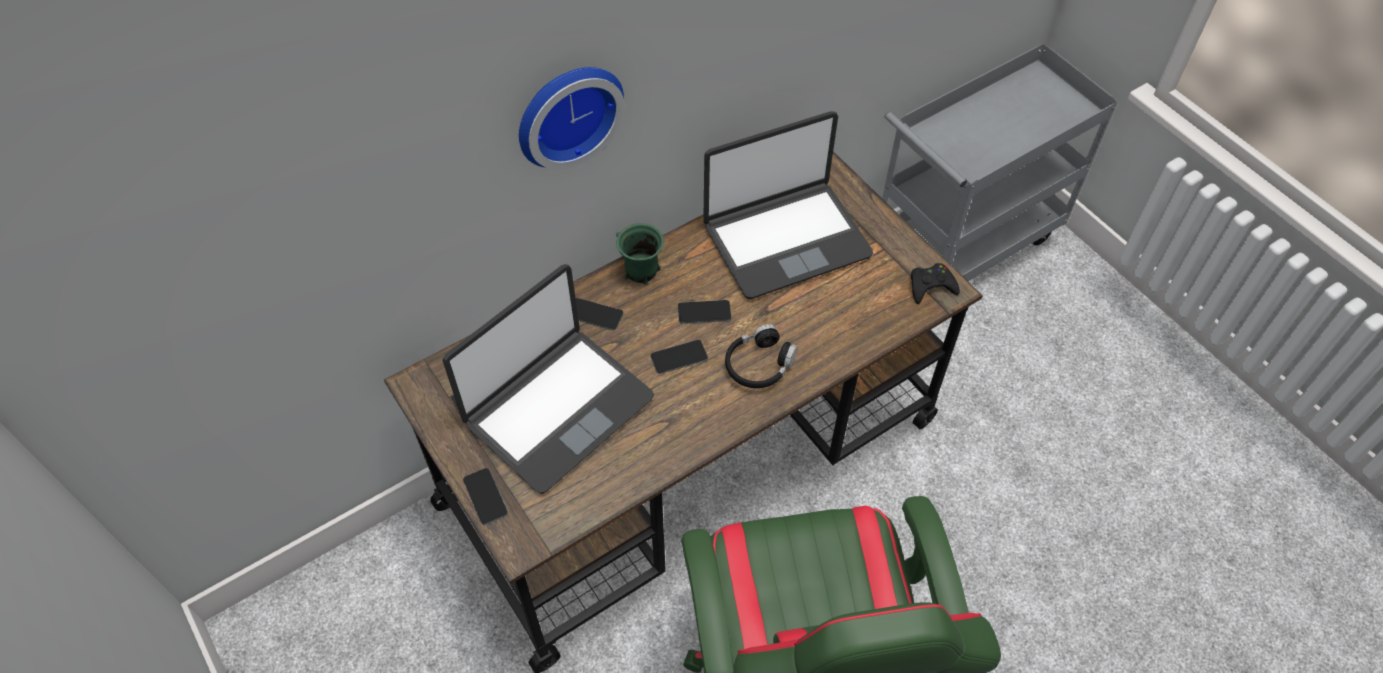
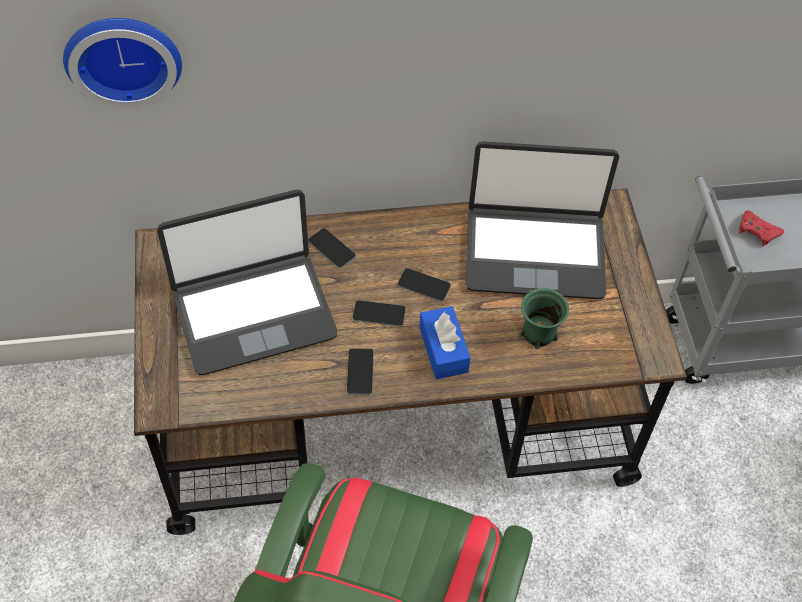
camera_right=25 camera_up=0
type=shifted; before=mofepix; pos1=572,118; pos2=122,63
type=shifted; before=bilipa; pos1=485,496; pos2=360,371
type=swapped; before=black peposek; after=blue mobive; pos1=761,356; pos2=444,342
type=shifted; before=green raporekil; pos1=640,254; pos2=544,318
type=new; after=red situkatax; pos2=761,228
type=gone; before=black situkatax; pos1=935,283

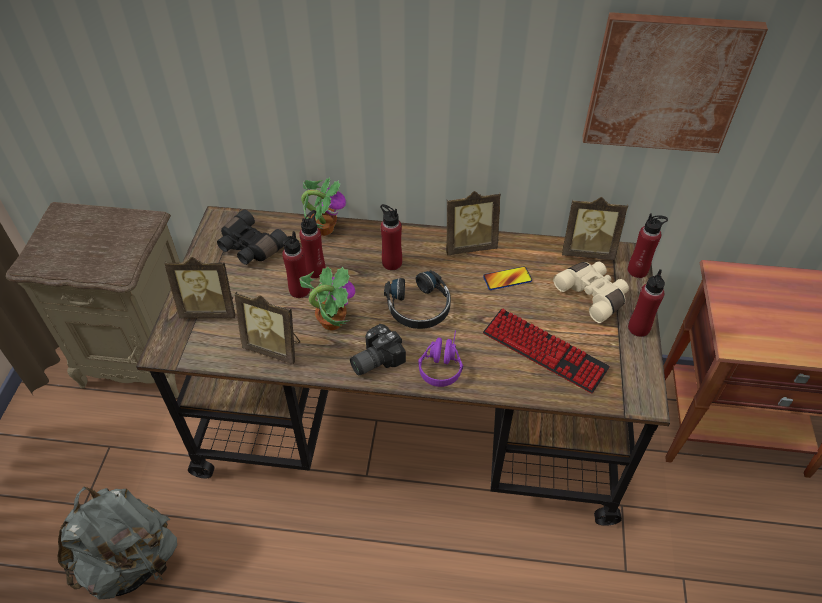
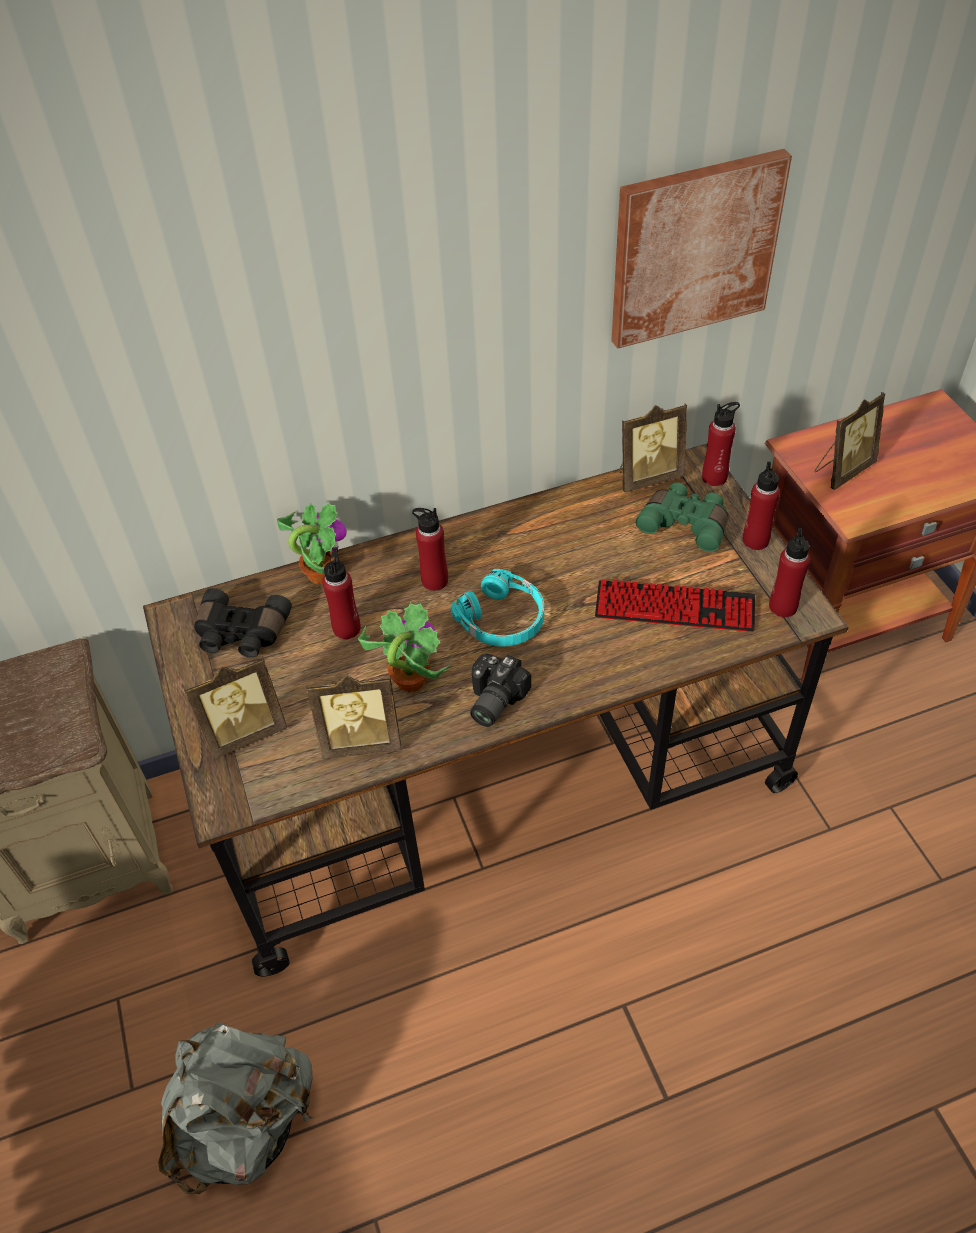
camera_right=-25 camera_up=0
type=repainted; before=black peposek; after=turquoise peposek; pos1=417,299; pos2=497,608
type=repainted; before=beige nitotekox; after=green nitotekox; pos1=591,292; pos2=682,517
type=shifted; before=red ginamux; pos1=296,264; pos2=789,572
type=shifted; before=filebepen; pos1=474,223; pos2=849,441
type=gone; before=purple peposek; pos1=440,359
type=gone; before=bilipa; pos1=507,278

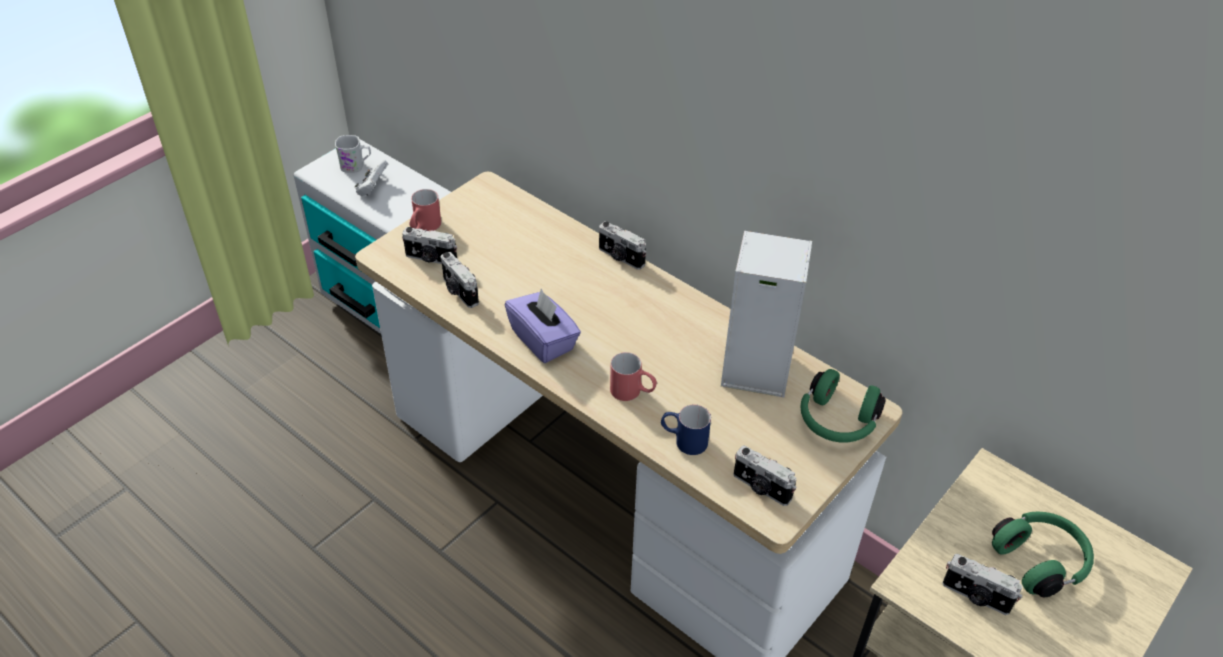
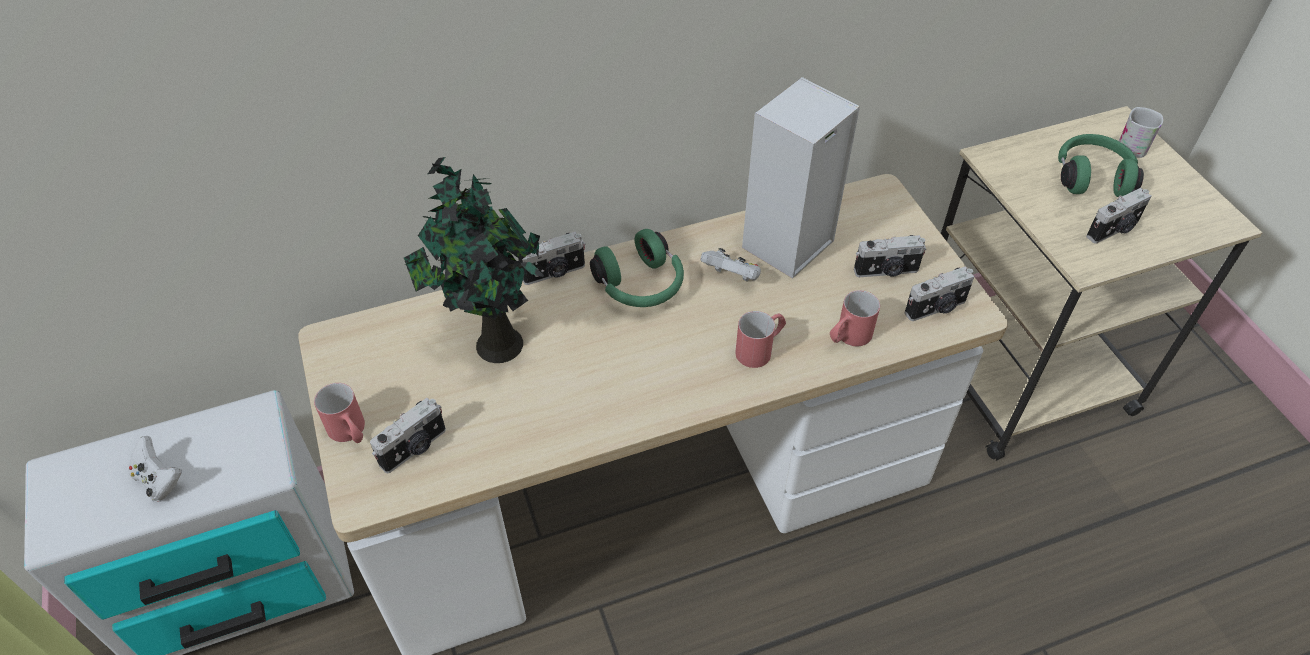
camera_right=-60 camera_up=5
type=new; after=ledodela; pos2=474,260
type=shifted; before=green peposek; pos1=843,406; pos2=637,268
type=new; after=white situkatax; pos2=730,265
type=repainted; before=blue raporekil; after=red raporekil; pos1=686,430; pos2=855,318
type=shifted; before=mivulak; pos1=460,280; pos2=890,256
type=shifted; before=white raporekil; pos1=353,154; pos2=1141,132
type=gone; before=purple mobive; pos1=543,326

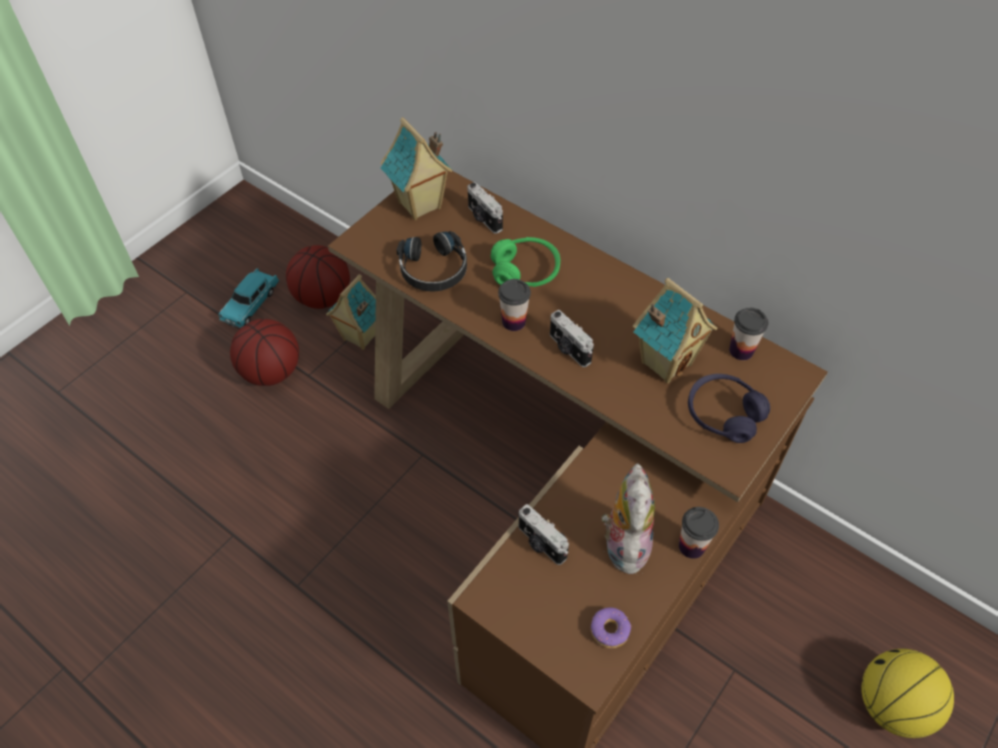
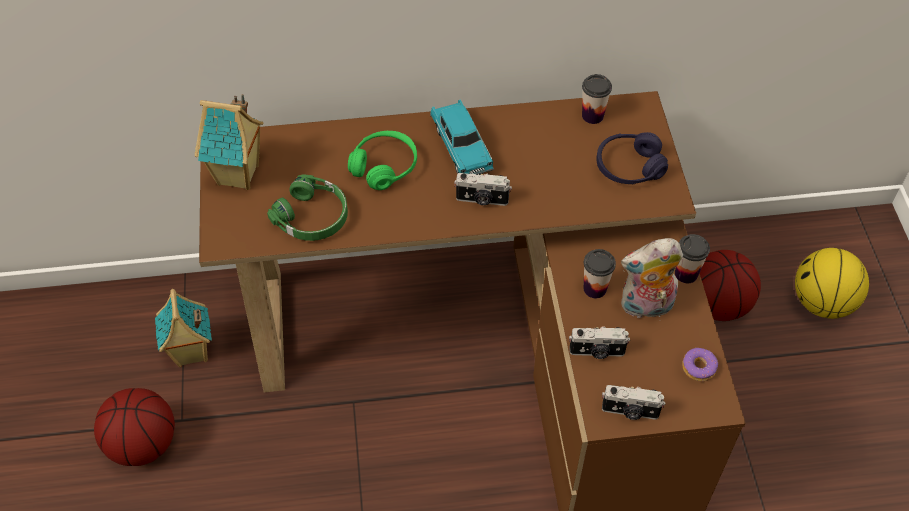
camera_right=-45 camera_up=0
type=repainted; before=black peposek; after=green peposek; pos1=432,261; pos2=307,208
type=shifted; before=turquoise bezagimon; pos1=249,298; pos2=462,137
type=shifted; before=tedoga; pos1=514,305; pos2=599,273
type=shifted; before=mivulak; pos1=485,208; pos2=633,402
type=rotated; before=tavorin; pos1=628,520; pos2=652,278; turn=-60
type=shifted; before=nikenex; pos1=318,277; pos2=730,285
type=gone; before=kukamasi; pos1=675,330

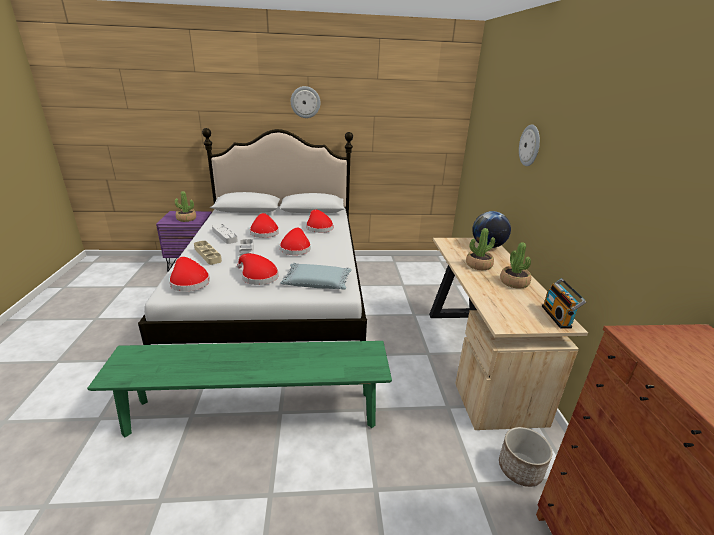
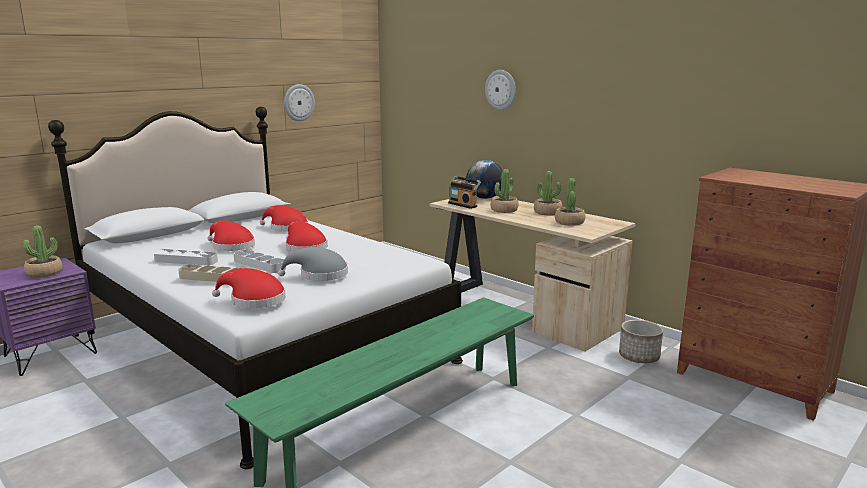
camera_right=-40 camera_up=-10
type=repainted; before=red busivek; after=grey busivek; pos1=258,269; pos2=313,264
type=shifted; before=mofepix; pos1=305,102; pos2=299,102
type=shifted; before=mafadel; pos1=564,303; pos2=464,192
type=new; after=ledodela; pos2=570,202
type=gone; before=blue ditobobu; pos1=316,276

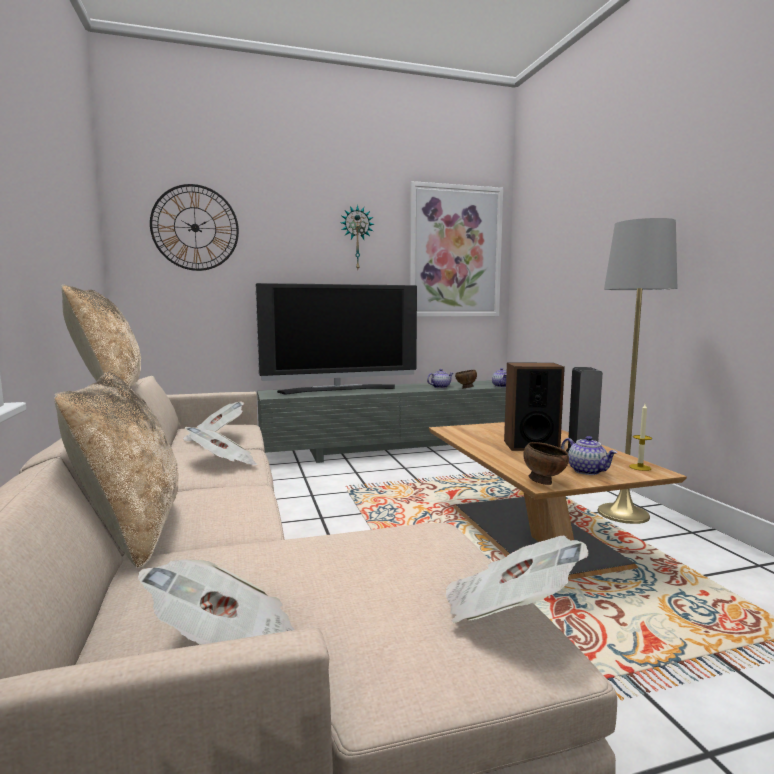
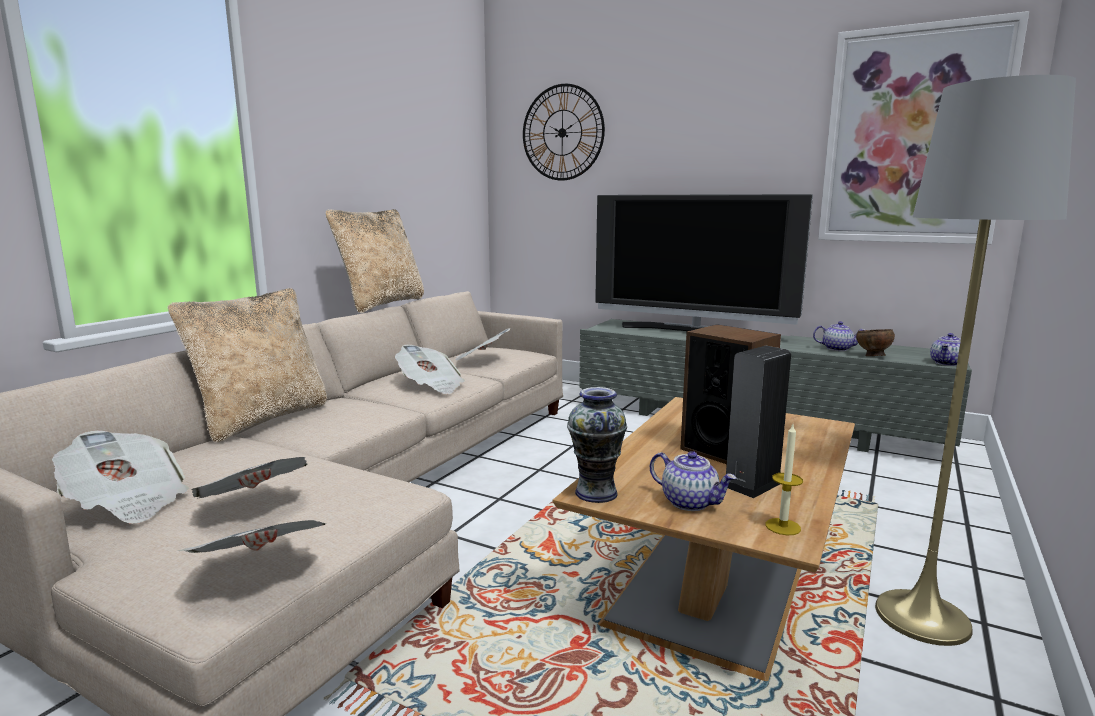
camera_right=45 camera_up=5
type=new; after=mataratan; pos2=249,477
type=swapped; before=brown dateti; after=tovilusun; pos1=546,463; pos2=597,445
type=rotated; before=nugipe; pos1=589,455; pos2=693,481; turn=-60
type=gone; before=mofepix; pos1=357,237

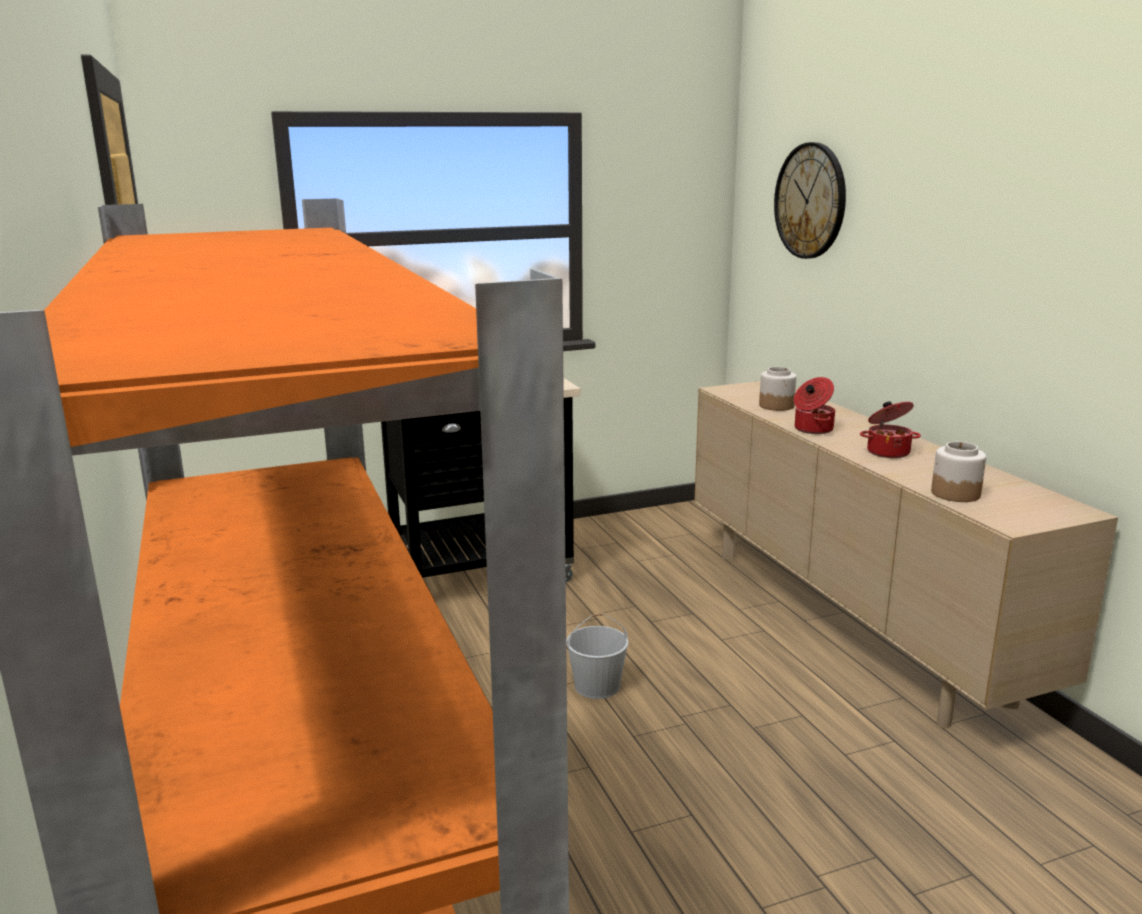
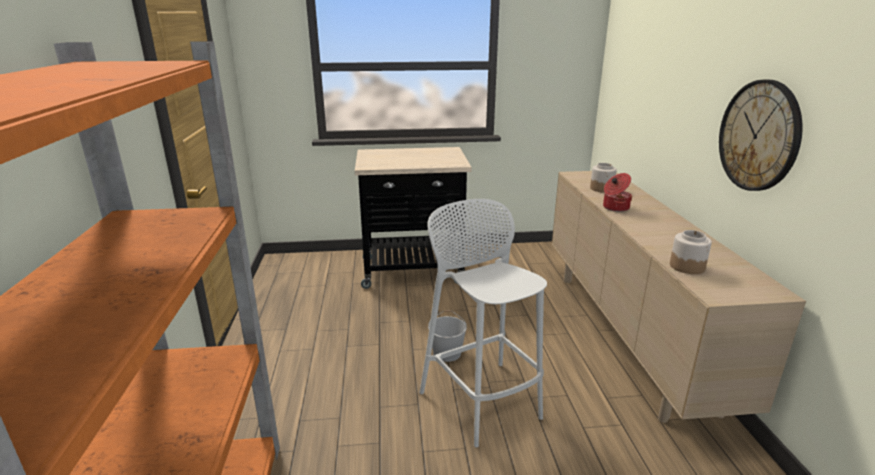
camera_right=15 camera_up=5
type=new; after=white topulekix; pos2=483,323
type=shifted; before=mofepix; pos1=810,200; pos2=761,135
type=gone; before=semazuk; pos1=890,429

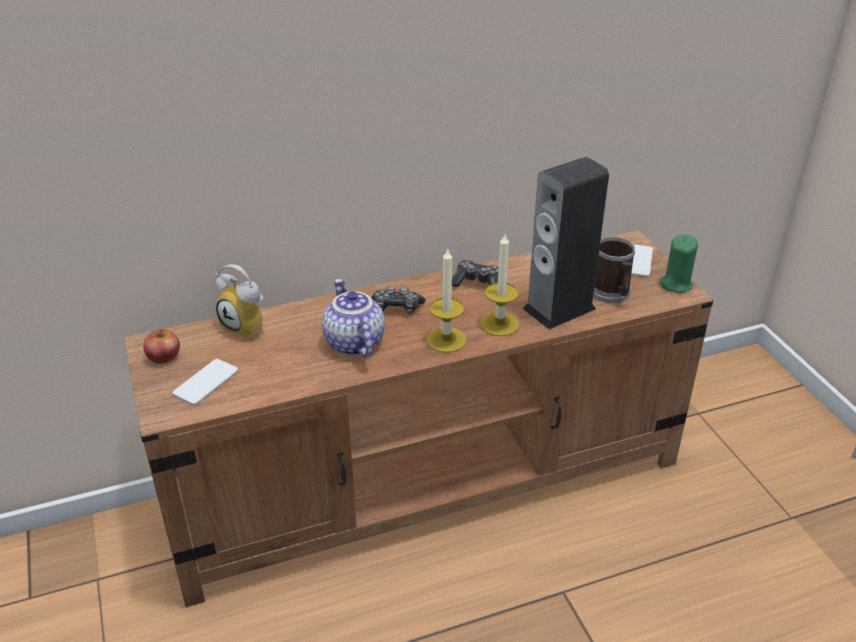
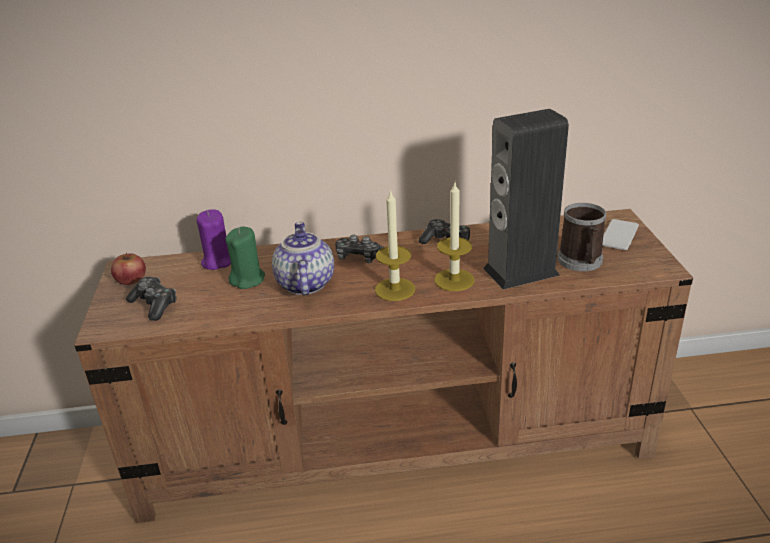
camera_right=15 camera_up=-5
type=swapped; before=bilipa; after=situkatax; pos1=205,382; pos2=151,299
type=swapped; before=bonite; after=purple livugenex; pos1=239,302; pos2=213,239
type=shifted; before=green livugenex; pos1=679,263; pos2=245,257

